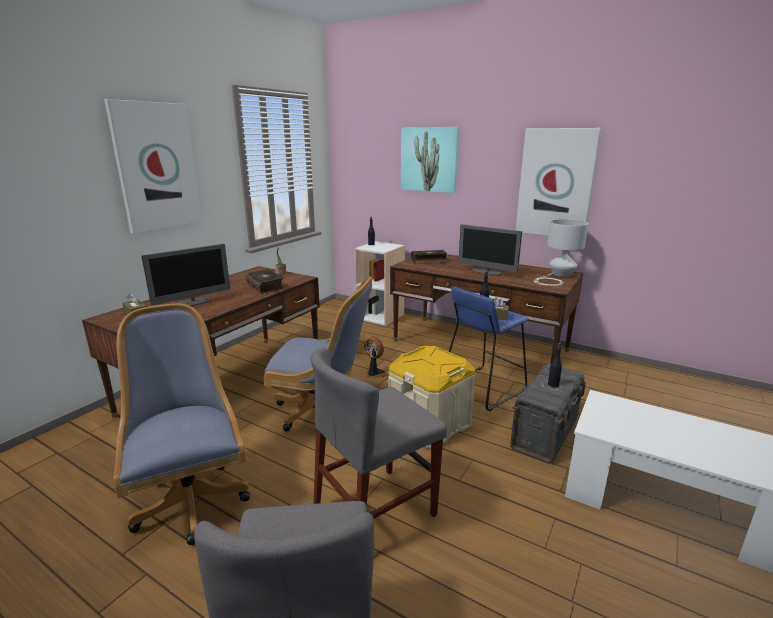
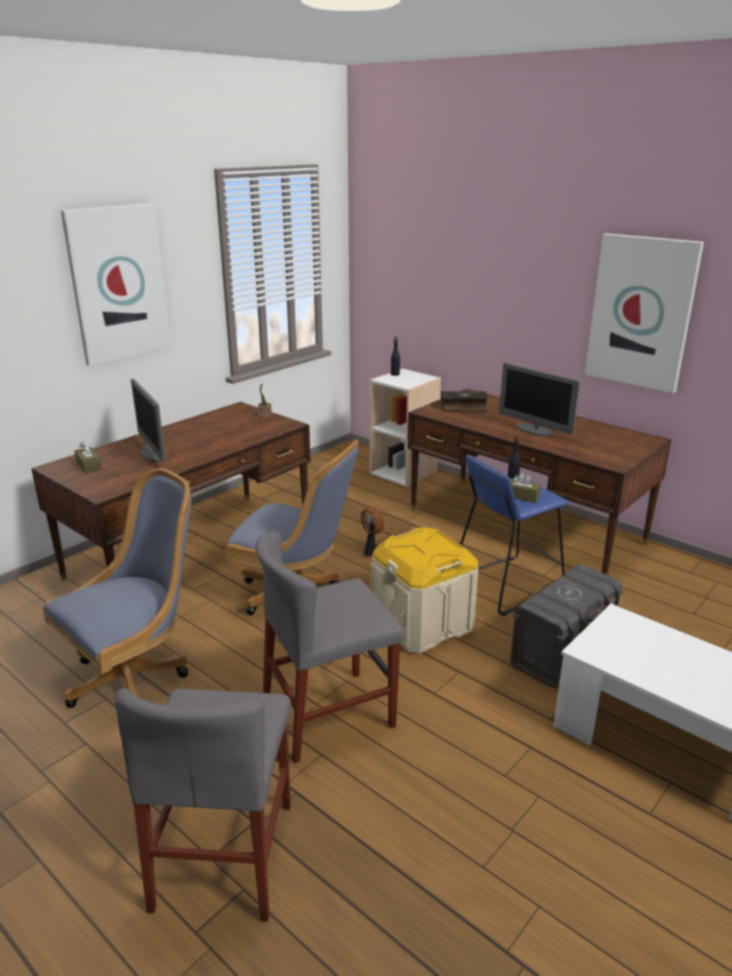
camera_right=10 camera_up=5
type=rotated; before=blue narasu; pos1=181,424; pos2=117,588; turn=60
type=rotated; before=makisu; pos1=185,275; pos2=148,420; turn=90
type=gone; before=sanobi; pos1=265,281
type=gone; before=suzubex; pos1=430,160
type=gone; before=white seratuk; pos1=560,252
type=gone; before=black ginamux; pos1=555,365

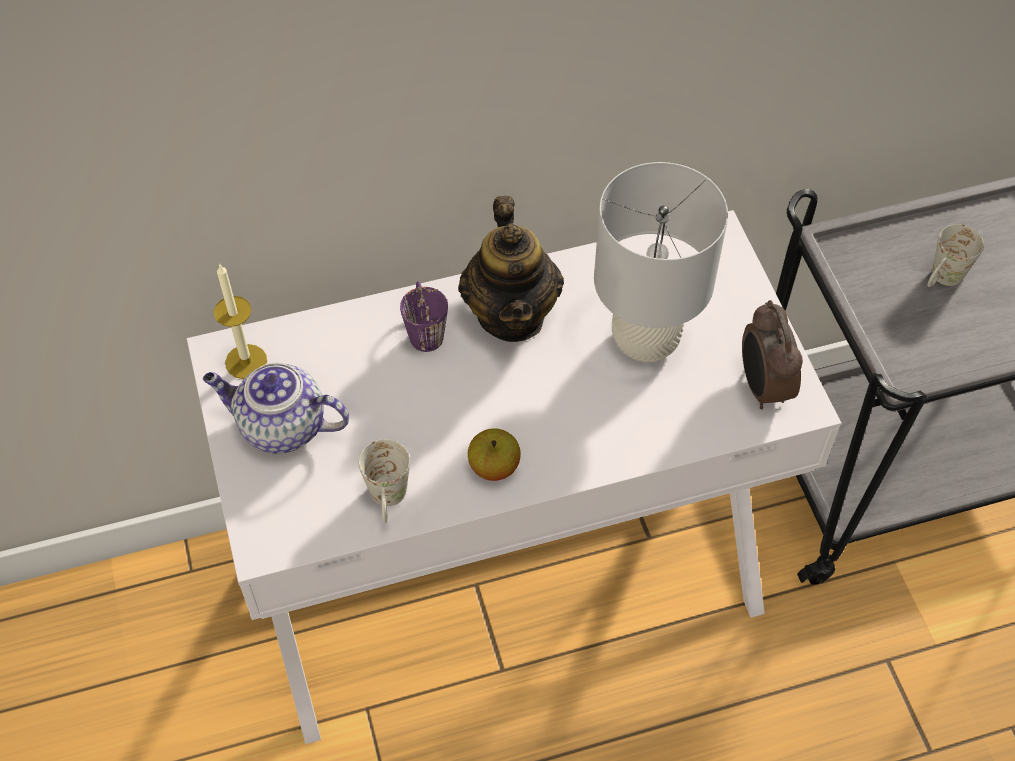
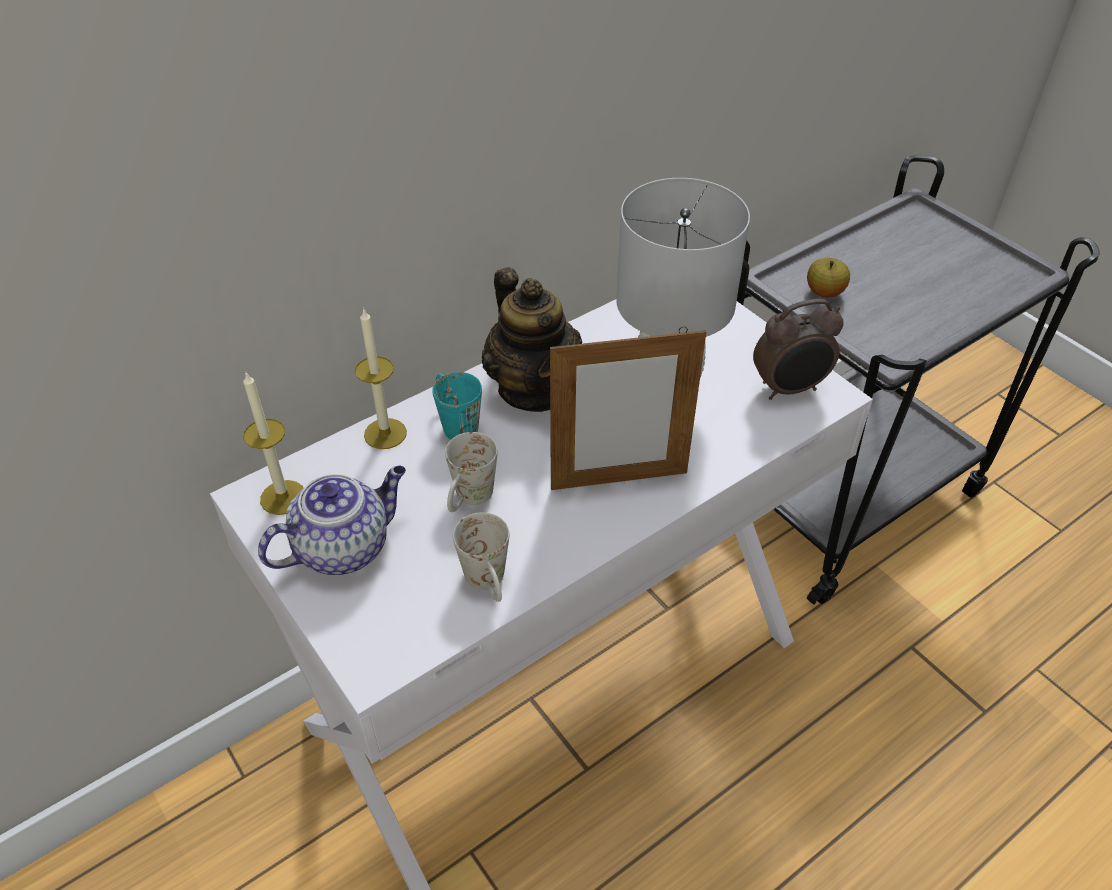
camera_right=-20 camera_up=-10
type=rotated; before=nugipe; pos1=276,408; pos2=332,520; turn=150
type=new; after=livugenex; pos2=381,378
type=repainted; before=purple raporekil; after=turquoise raporekil; pos1=424,316; pos2=457,406
type=shifted; before=white raporekil; pos1=955,255; pos2=471,472
type=new; after=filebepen; pos2=628,408
type=rotated; before=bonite; pos1=772,354; pos2=798,349; turn=-75
type=shifted; before=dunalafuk; pos1=494,454; pos2=828,277

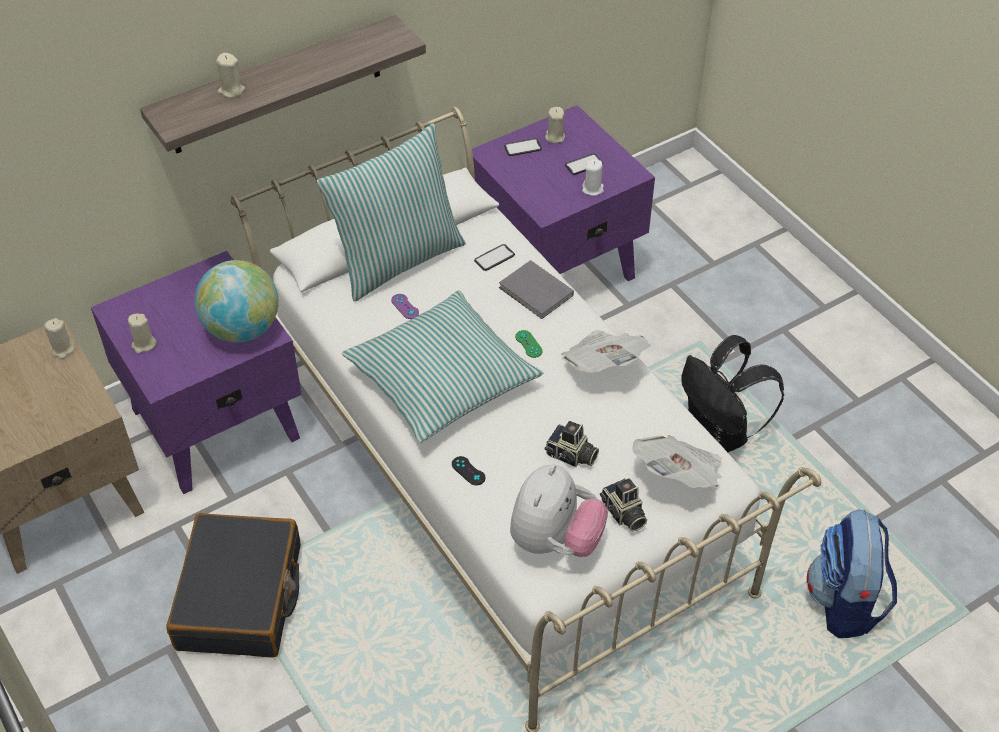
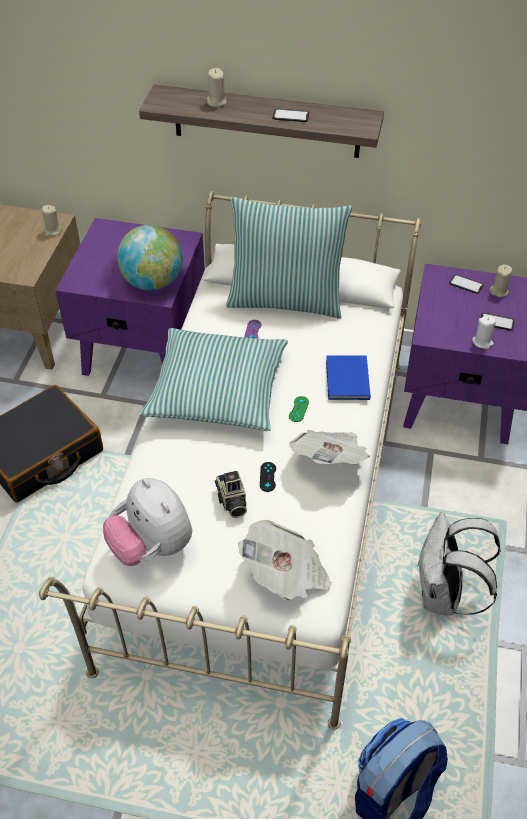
camera_right=45 camera_up=0
type=rotated; before=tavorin; pos1=559,510; pos2=147,522; turn=75
type=shifted; before=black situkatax; pos1=468,470; pos2=268,477
type=shifted; before=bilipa; pos1=494,257; pos2=291,115
type=repainted; before=grey sanobi; after=blue sanobi; pos1=536,289; pos2=348,377
type=repainted; before=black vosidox; after=white vosidox; pos1=732,393; pos2=459,564
type=gone; before=beige livugenex; pos1=142,334
type=gone; before=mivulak; pos1=623,504

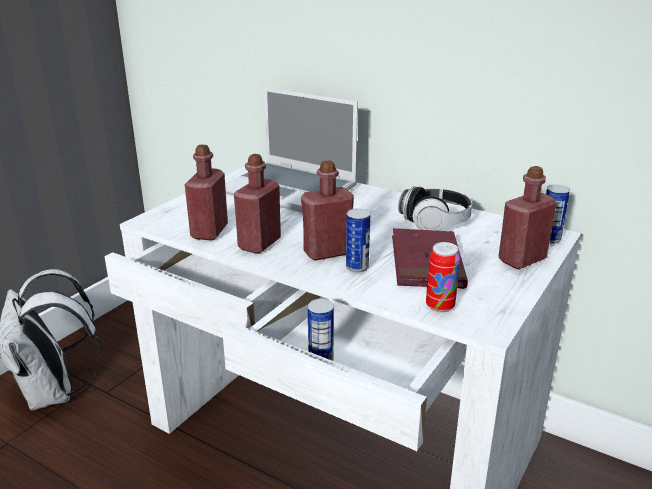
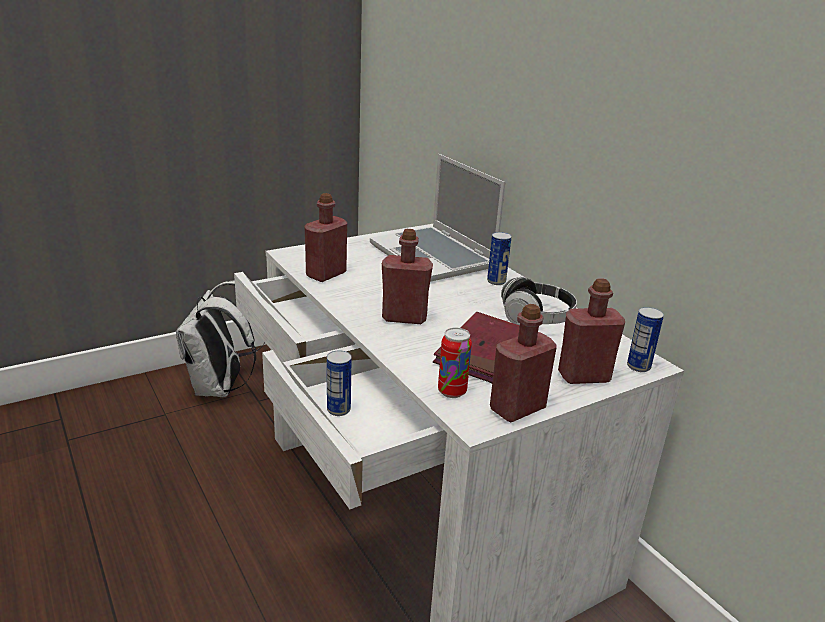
camera_right=25 camera_up=0
type=shifted; before=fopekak; pos1=358,240; pos2=499,258
type=shifted; before=red ginamux; pos1=257,204; pos2=523,363

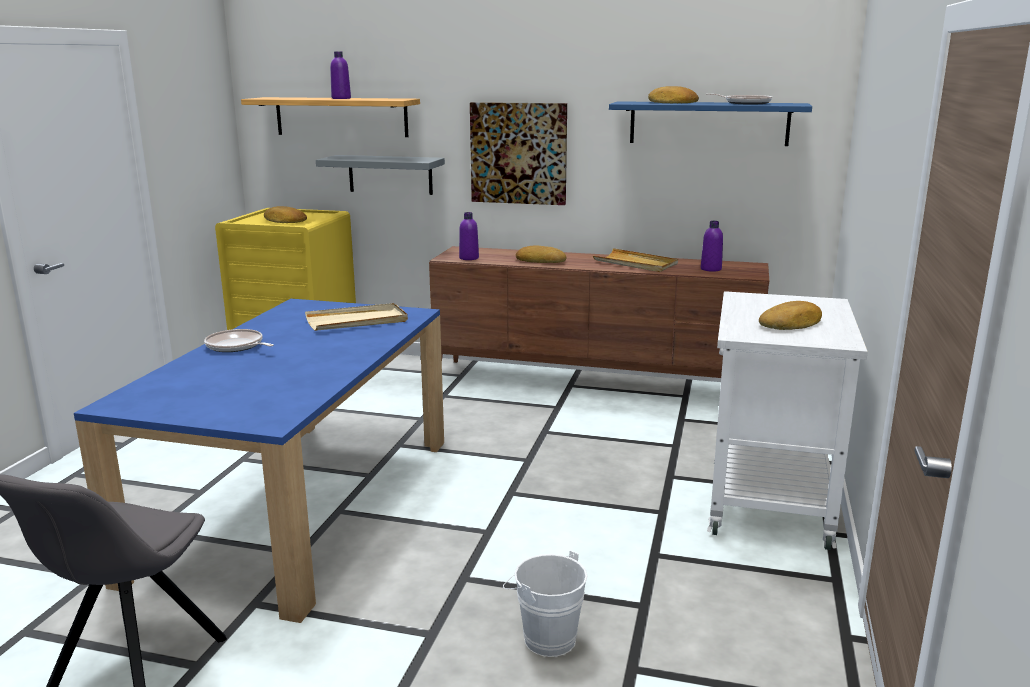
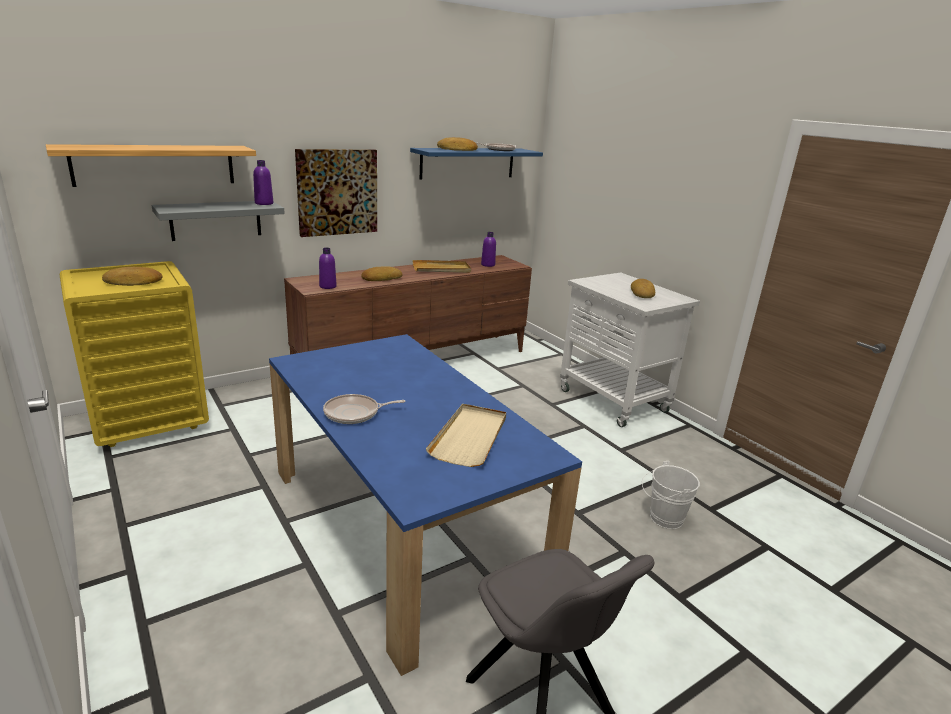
camera_right=-50 camera_up=5
type=shifted; before=purple ginamux; pos1=340,75; pos2=263,182
type=shifted; before=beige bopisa; pos1=356,317; pos2=466,435

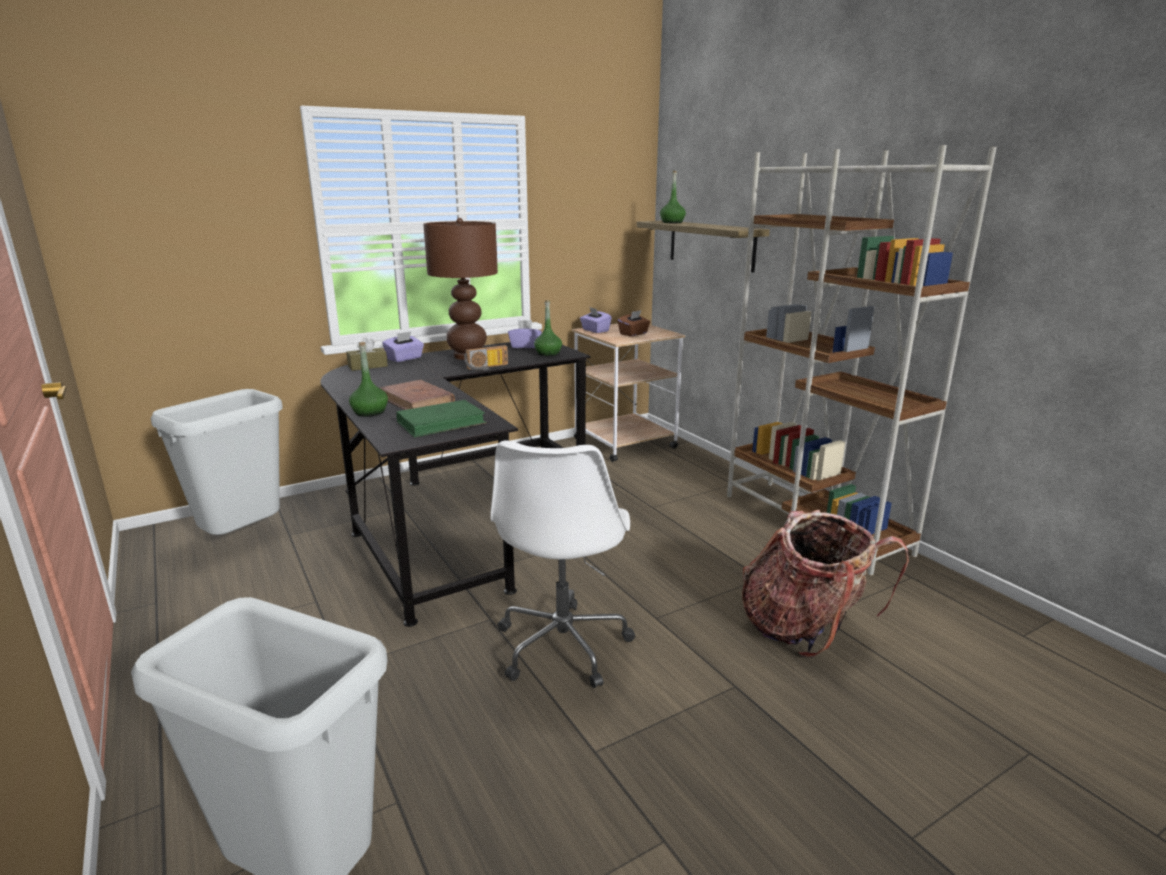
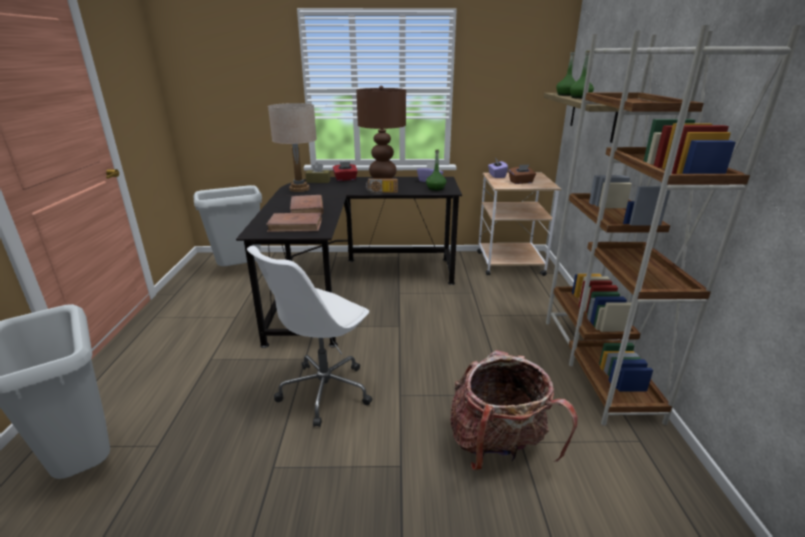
camera_right=30 camera_up=5
type=repainted; before=green sanobi; after=brown sanobi; pos1=441,419; pos2=294,222
type=new; after=beige seratuk; pos2=292,147
type=repainted; before=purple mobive; after=red mobive; pos1=403,347; pos2=345,171
type=shifted; before=green ginamux; pos1=368,379; pos2=582,75

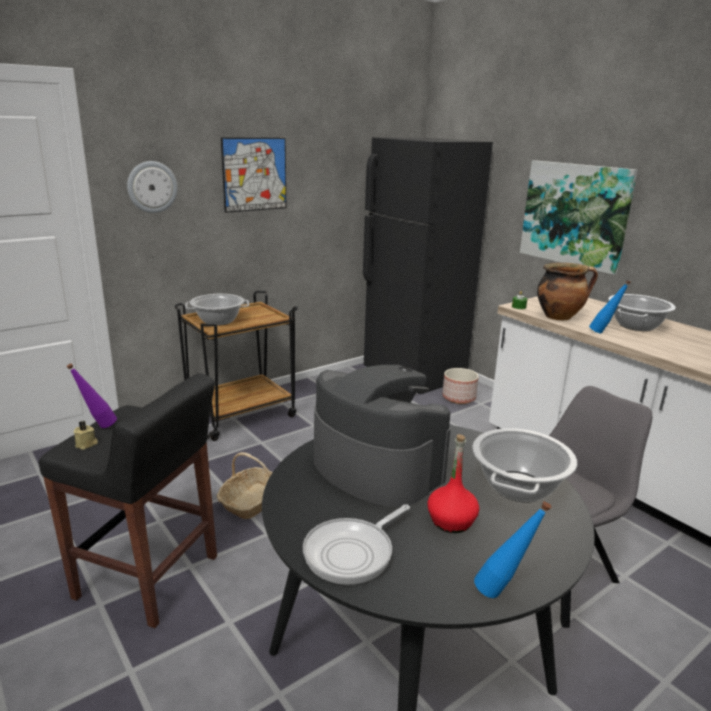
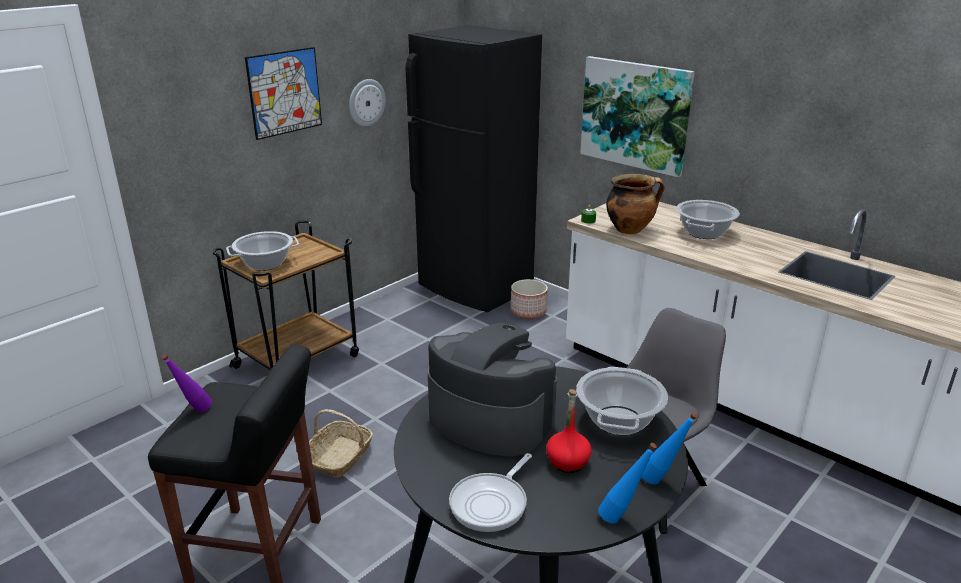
camera_right=-10 camera_up=5
type=shifted; before=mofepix; pos1=152,187; pos2=367,103
type=shifted; before=blue ginamux; pos1=610,306; pos2=670,448
type=gone; before=beige livugenex; pos1=86,435

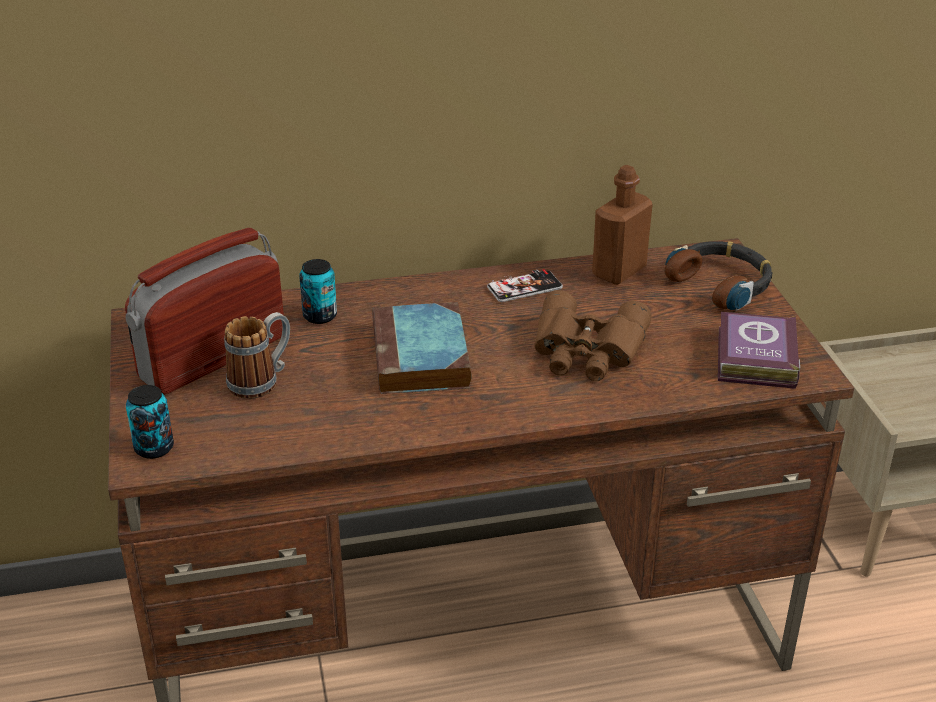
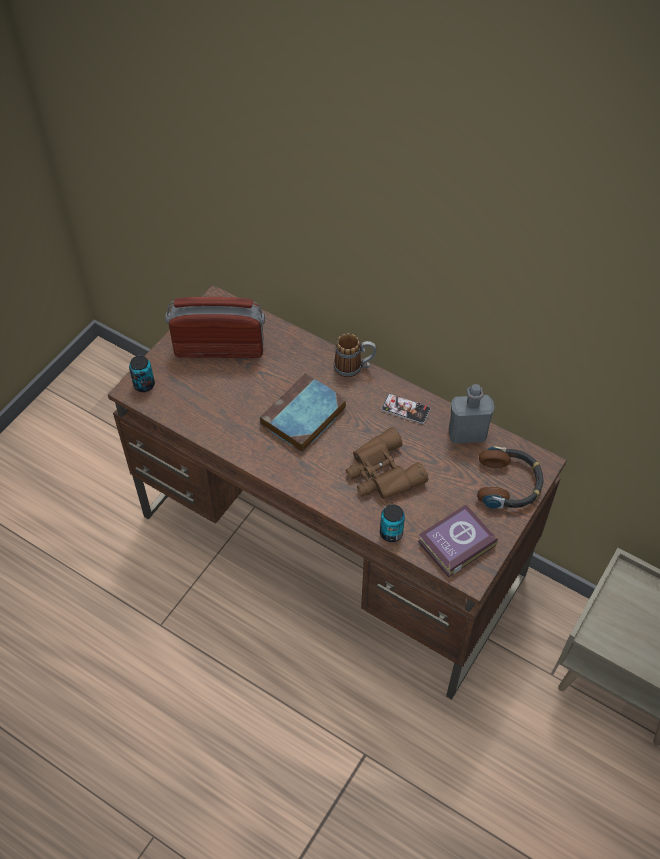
camera_right=45 camera_up=20
type=shifted; before=raporekil; pos1=257,355; pos2=355,355
type=shifted; before=fopekak; pos1=318,291; pos2=392,523
type=repainted; before=brown ginamux; after=grey ginamux; pos1=622,225; pos2=472,414

